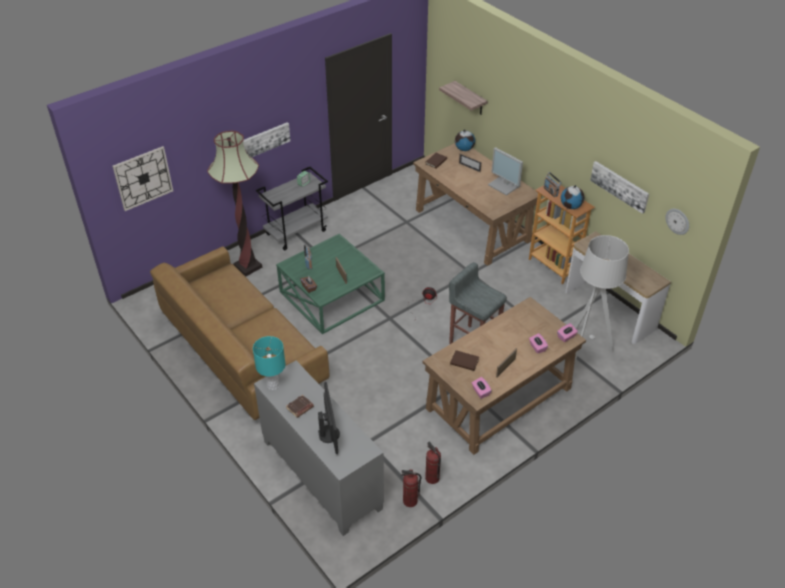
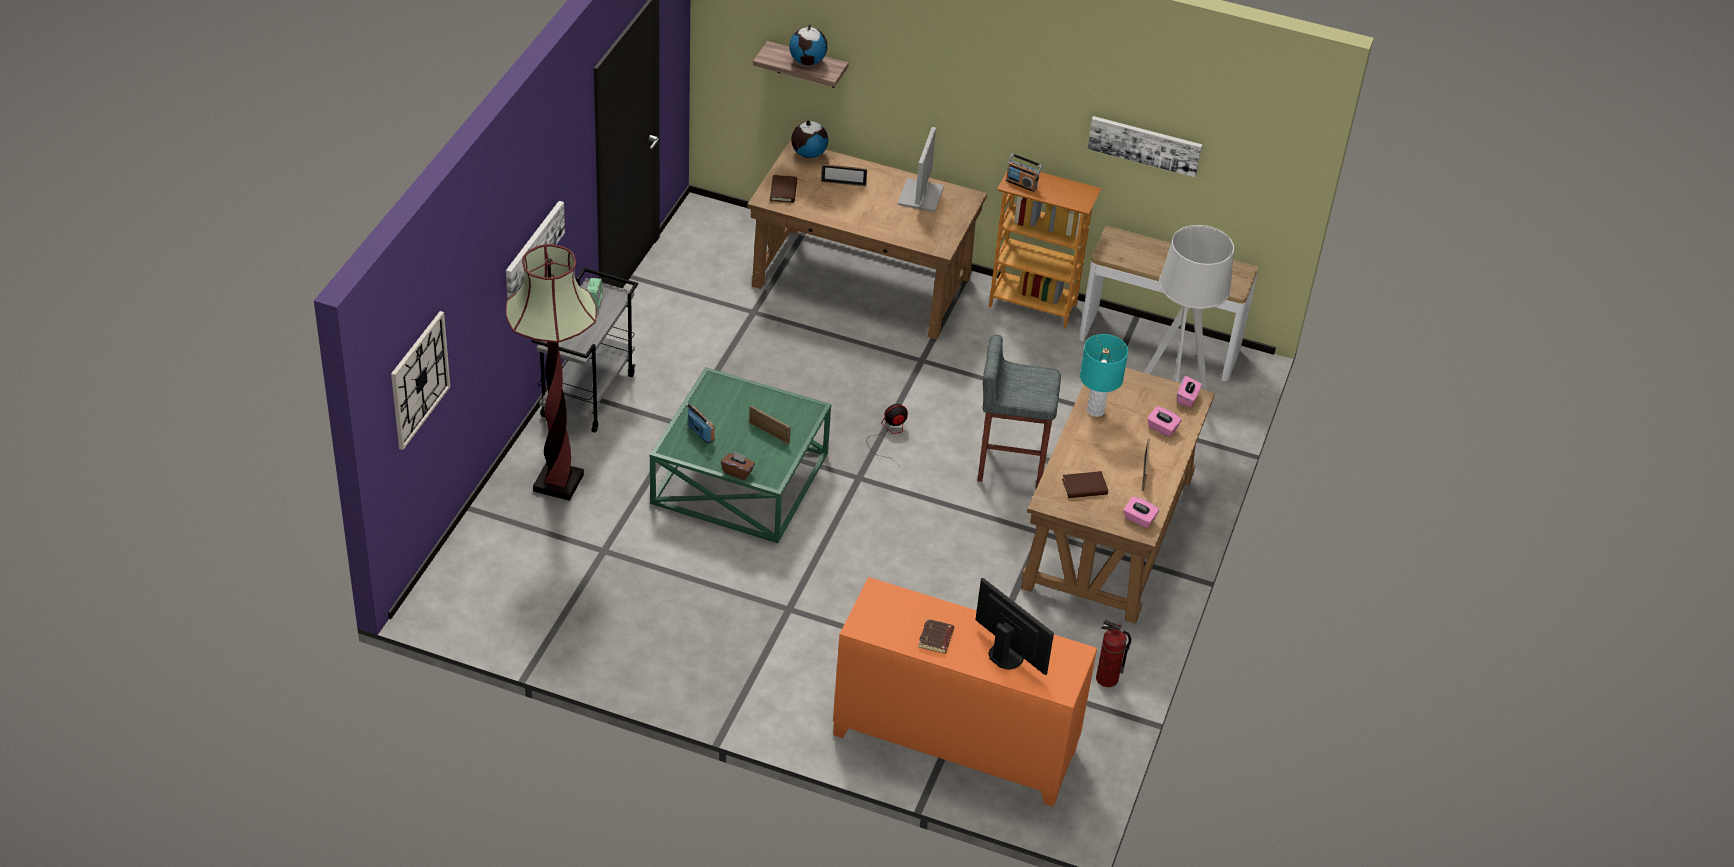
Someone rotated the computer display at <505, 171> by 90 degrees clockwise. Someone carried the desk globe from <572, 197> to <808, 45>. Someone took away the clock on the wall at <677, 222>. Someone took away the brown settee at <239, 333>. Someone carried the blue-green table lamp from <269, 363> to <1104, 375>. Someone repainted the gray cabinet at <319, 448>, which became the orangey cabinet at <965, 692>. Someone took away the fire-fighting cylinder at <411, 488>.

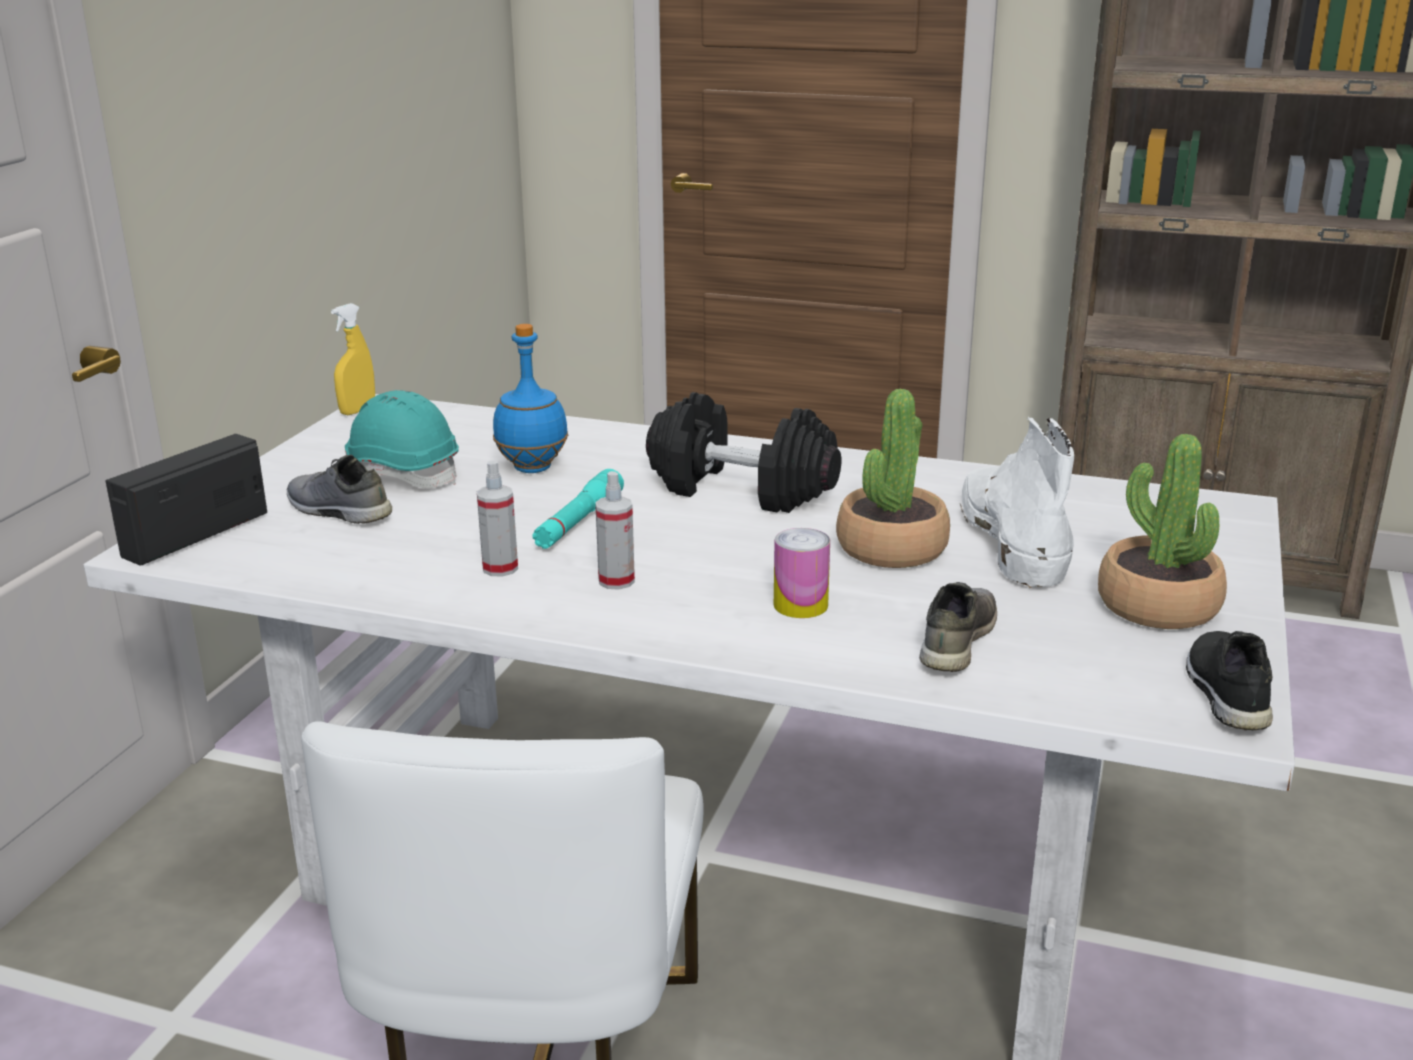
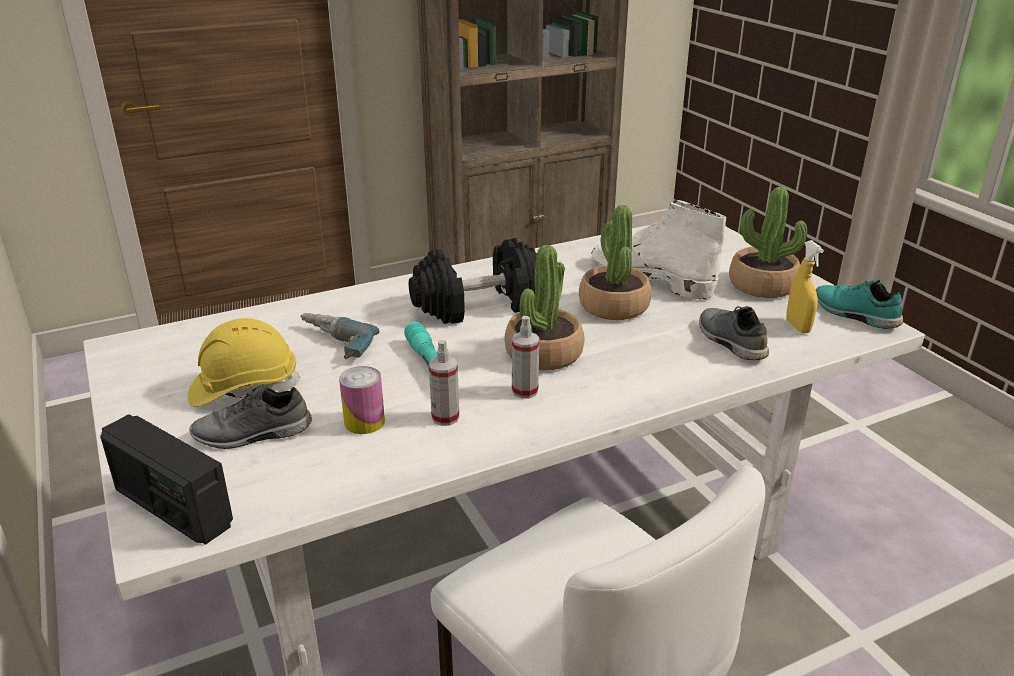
Someone carried the yellow-coloured spray bottle from <353, 359> to <805, 287>. Someone swapped the bluish beverage bottle at <530, 398> for the drill at <339, 336>. Someone repainted the blue-green safety helmet at <402, 439>, which became the yellow-coloured safety helmet at <244, 362>. Someone rotated the radio set at <186, 500> by 45 degrees counterclockwise. Someone carried the metal can from <802, 573> to <362, 400>. Someone repainted the blackish item of footwear at <1229, 680>, which became the blue-green item of footwear at <859, 304>. Someone put down the potted plant at <544, 307>.

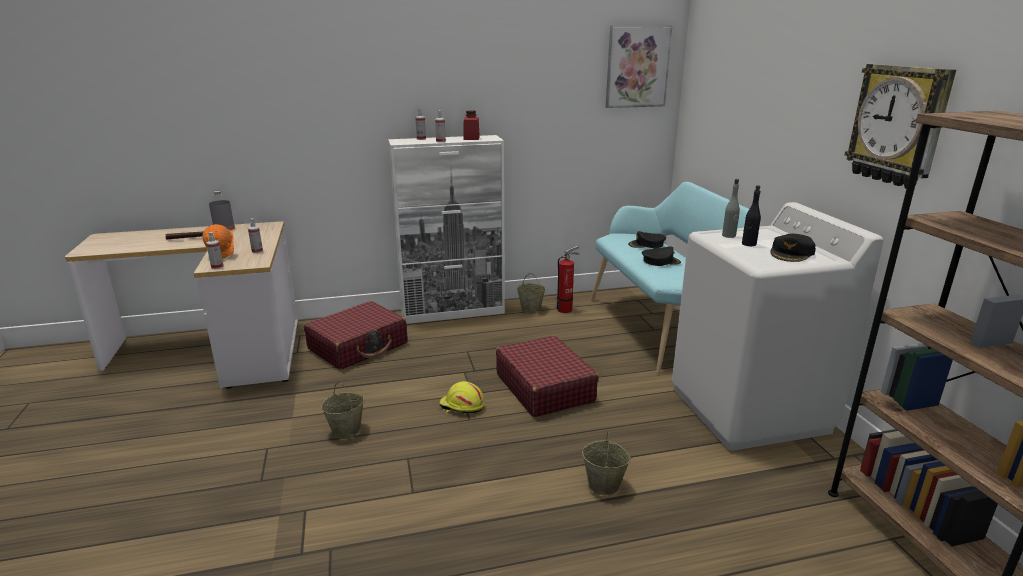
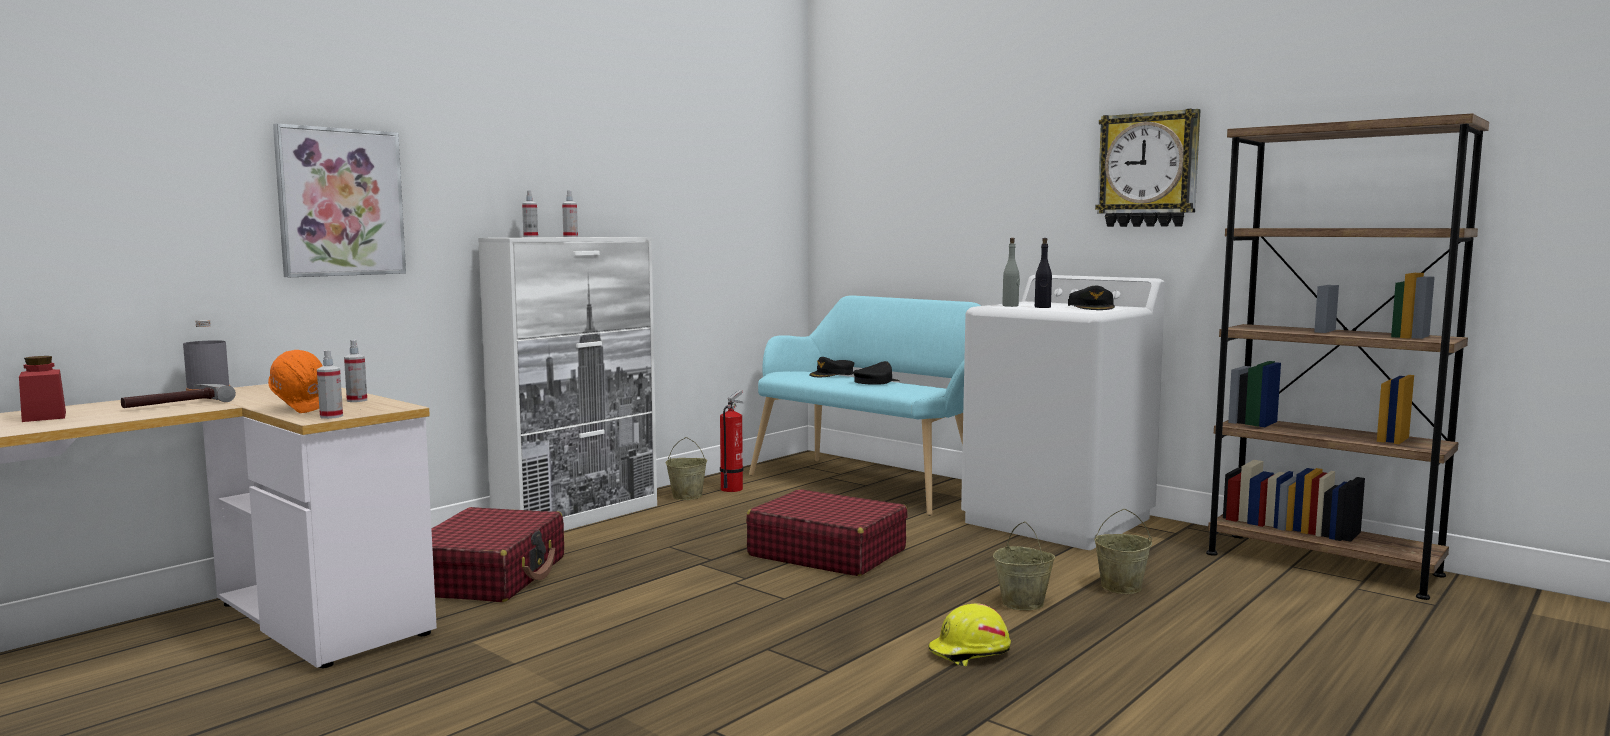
Someone carried the wall picture from <639, 66> to <339, 200>. Someone carried the red preserve jar from <472, 125> to <42, 389>. Someone carried the yellow-coloured safety helmet from <462, 397> to <970, 634>. Someone carried the beige bucket from <342, 410> to <1123, 551>.

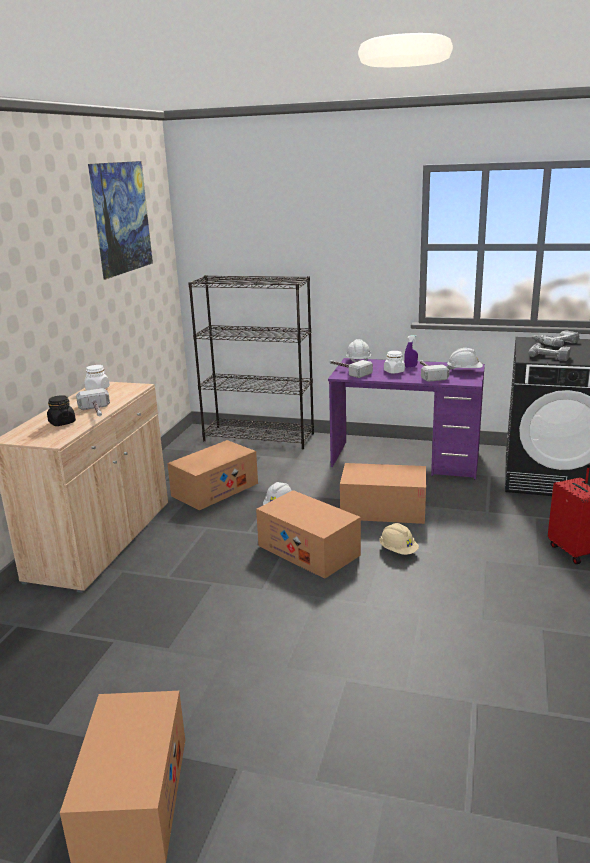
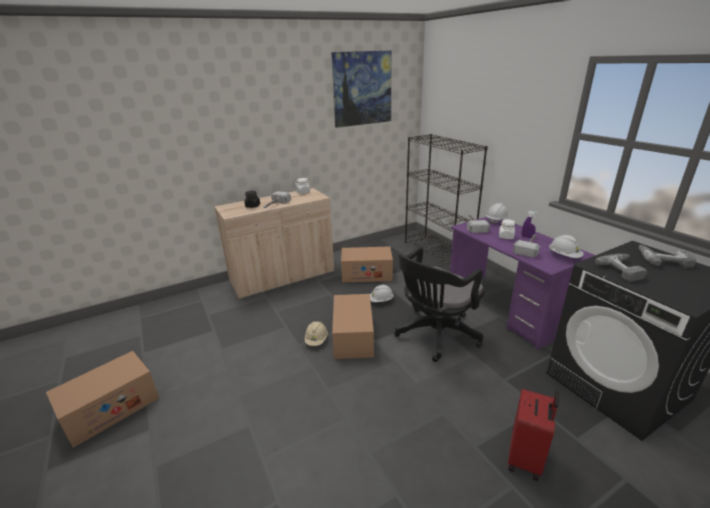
Someone swapped the packing box at <383, 493> for the blackish computer chair at <439, 304>. Someone carried the beige safety helmet from <399, 539> to <316, 333>.

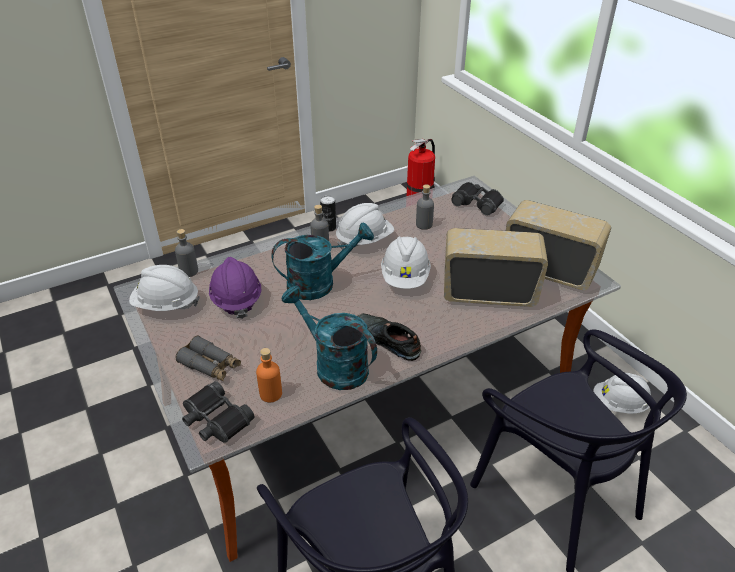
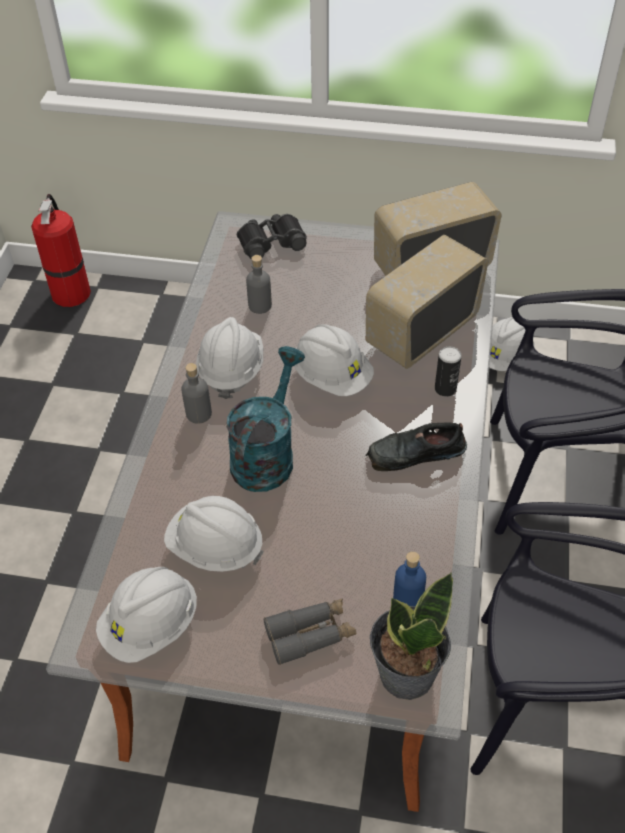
Someone carried the metal can from <328, 213> to <448, 371>. Someone took away the gray beverage bottle at <186, 253>. Someone repainted the purple safety helmet at <235, 288>, which became the whitish safety helmet at <214, 534>. Someone took away the blue-green watering can at <329, 338>. Someone repainted the orangey beverage bottle at <269, 375>, which became the bluish beverage bottle at <409, 579>. Someone swapped the blackish binoculars at <218, 412> for the potted plant at <411, 636>.

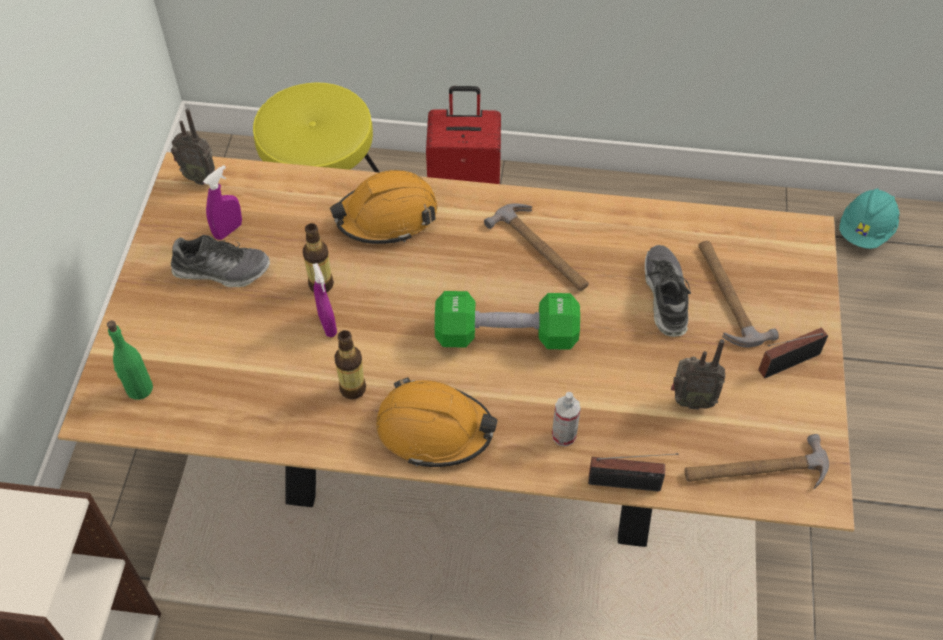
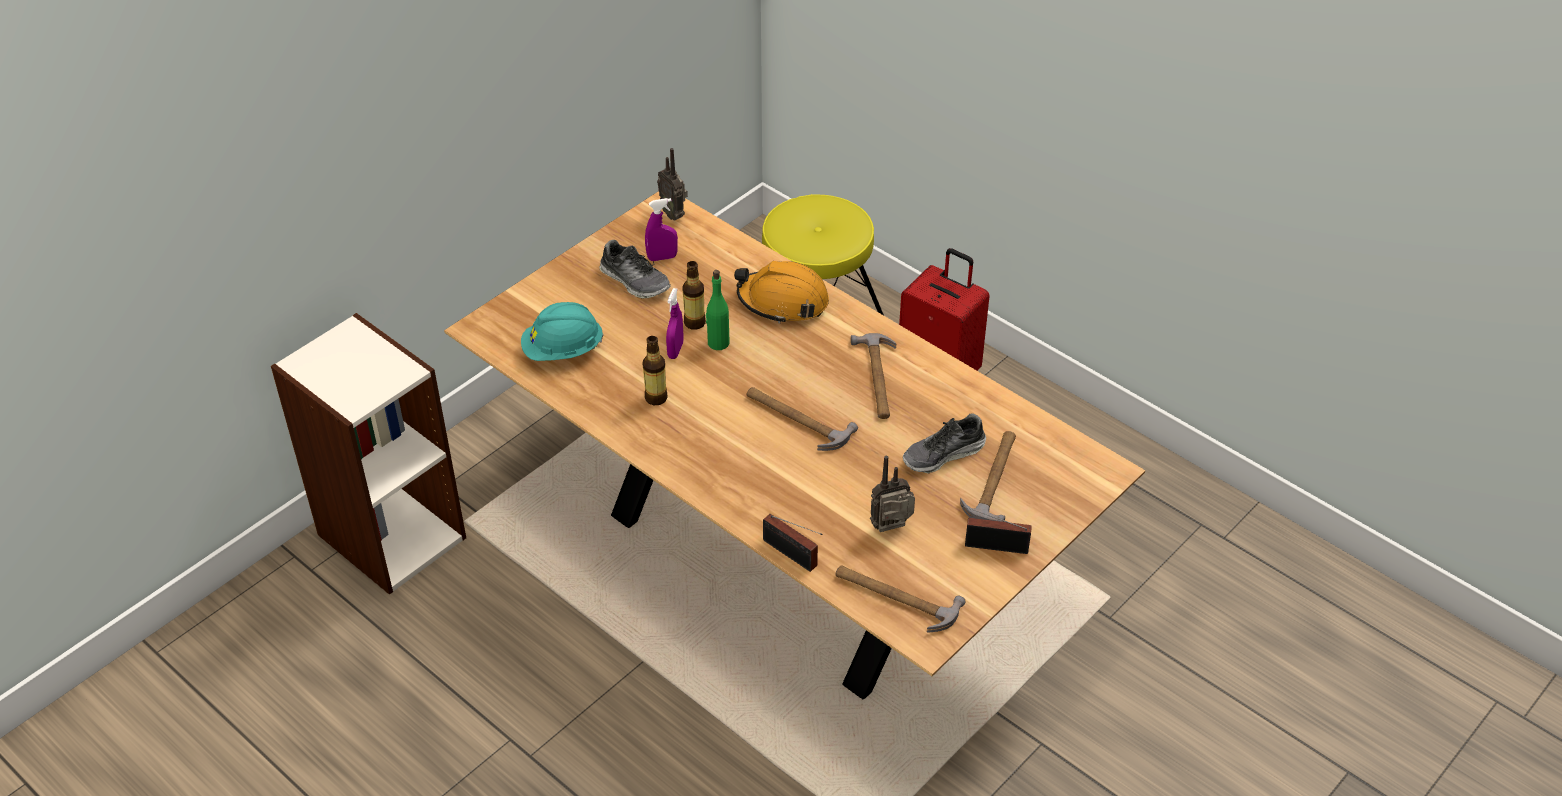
Someone carried the blue-green safety helmet from <869, 219> to <562, 331>. Someone rotated the item of footwear at <668, 291> by 150 degrees counterclockwise. Someone swapped the green free weight at <507, 320> for the hammer at <802, 419>. Someone carried the green beverage bottle from <130, 360> to <718, 310>. Someone rotated the radio set at <698, 374> by 120 degrees clockwise. Someone took away the orangey safety helmet at <437, 422>. Someone took away the spray bottle at <566, 419>.

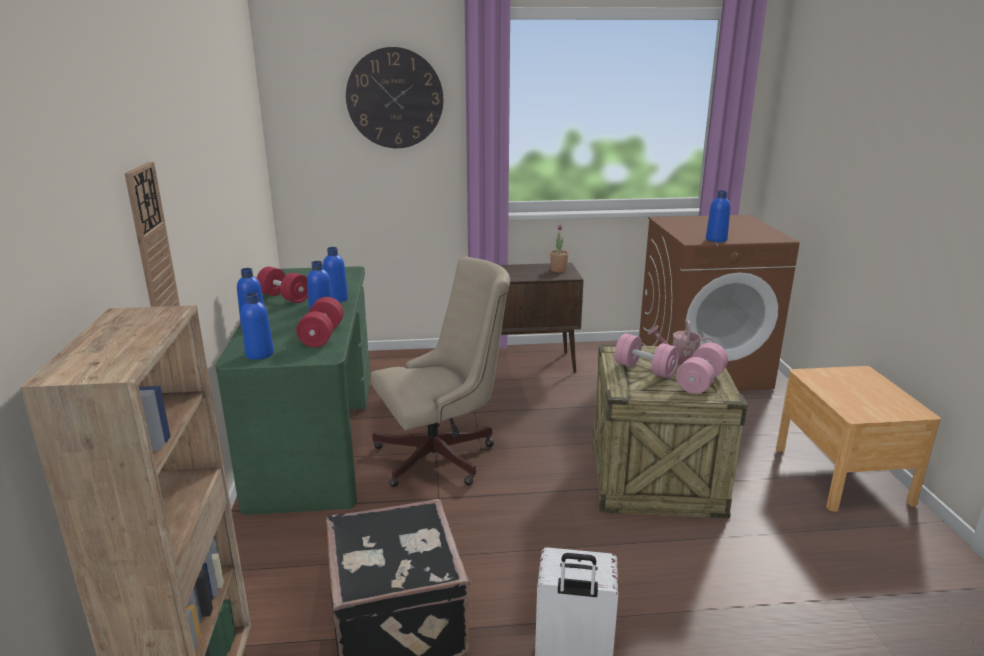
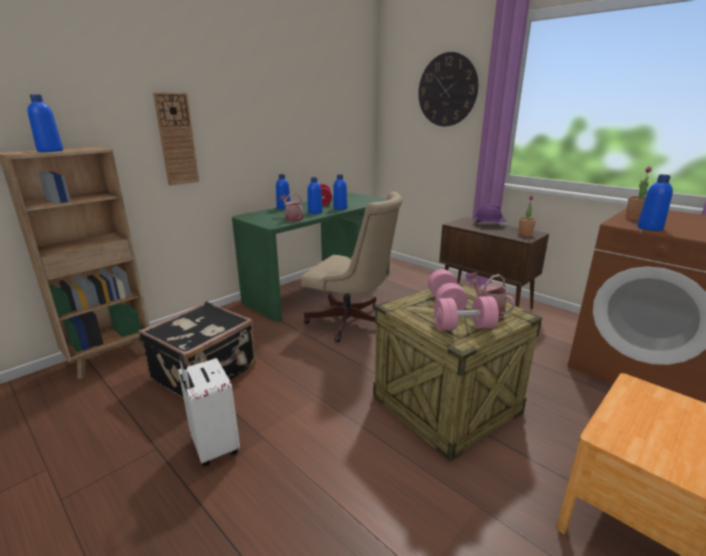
Someone carried the bluish beverage bottle from <257, 326> to <45, 123>. Someone swapped the red free weight at <320, 322> for the watering can at <291, 207>. Someone put down the potted plant at <638, 193>. Someone put down the purple safety helmet at <489, 214>.

